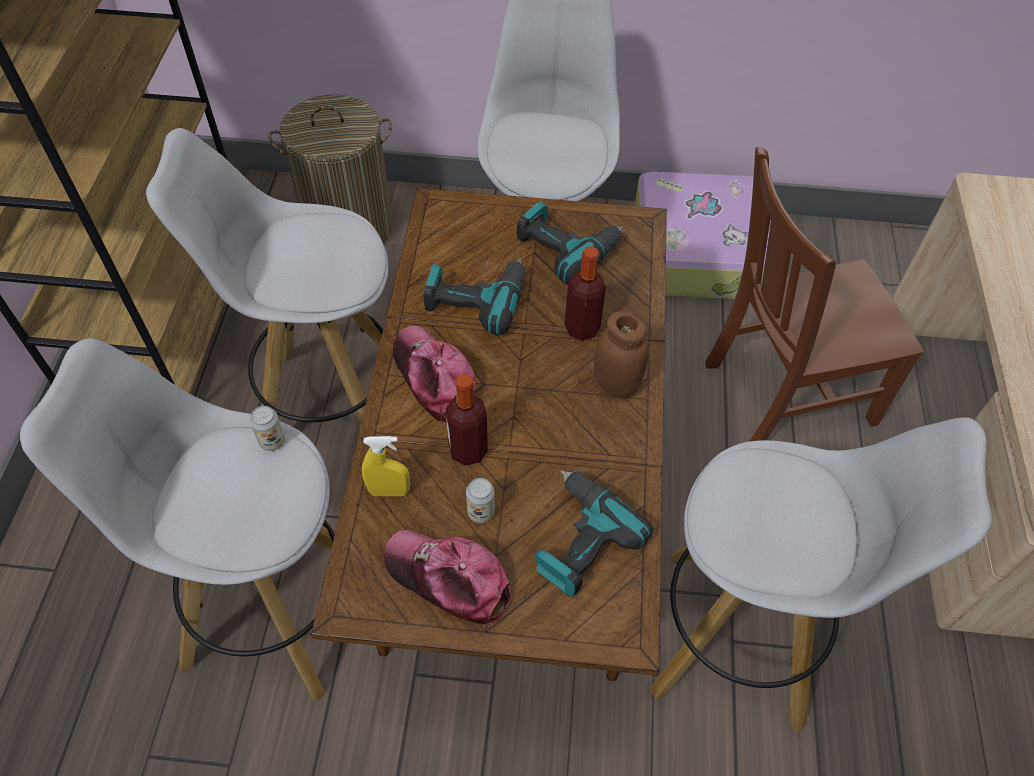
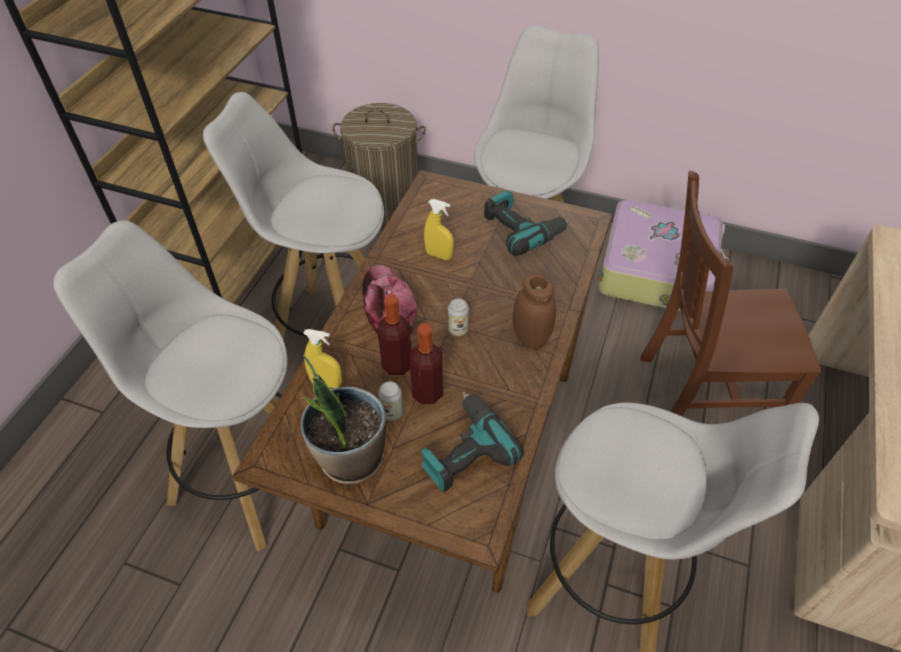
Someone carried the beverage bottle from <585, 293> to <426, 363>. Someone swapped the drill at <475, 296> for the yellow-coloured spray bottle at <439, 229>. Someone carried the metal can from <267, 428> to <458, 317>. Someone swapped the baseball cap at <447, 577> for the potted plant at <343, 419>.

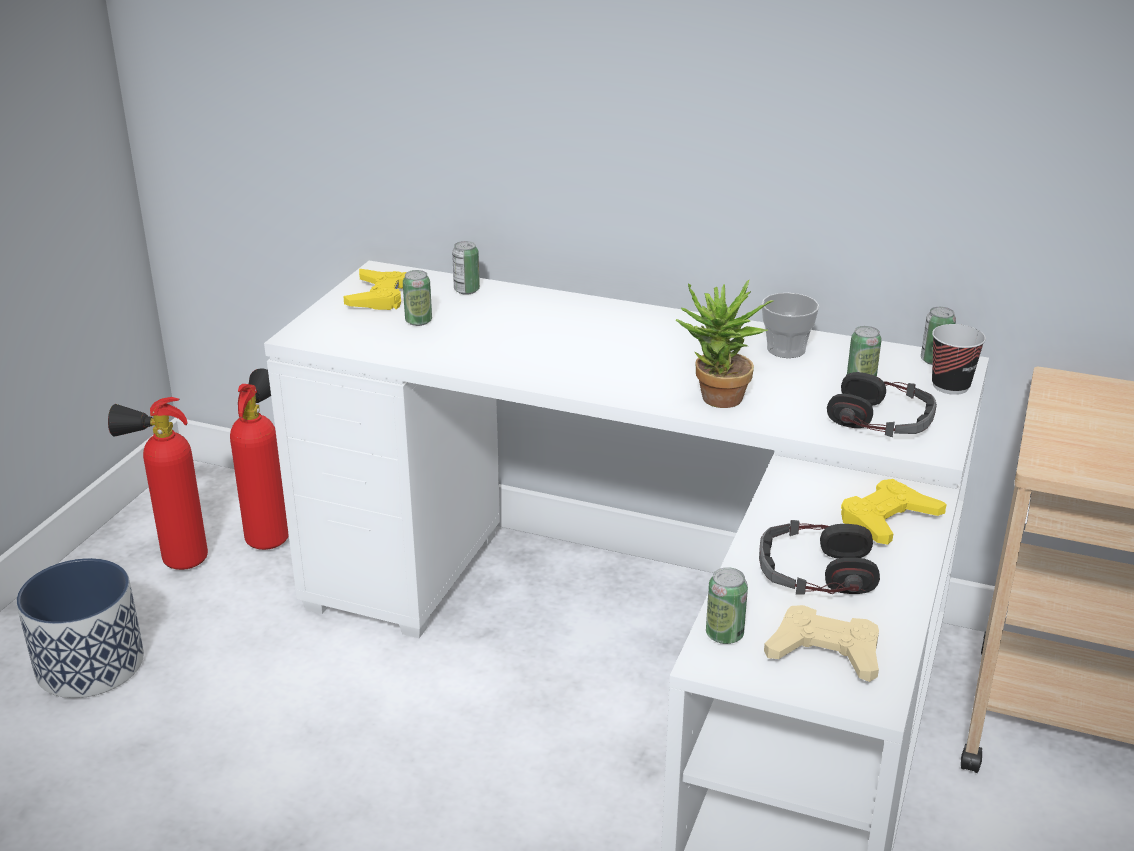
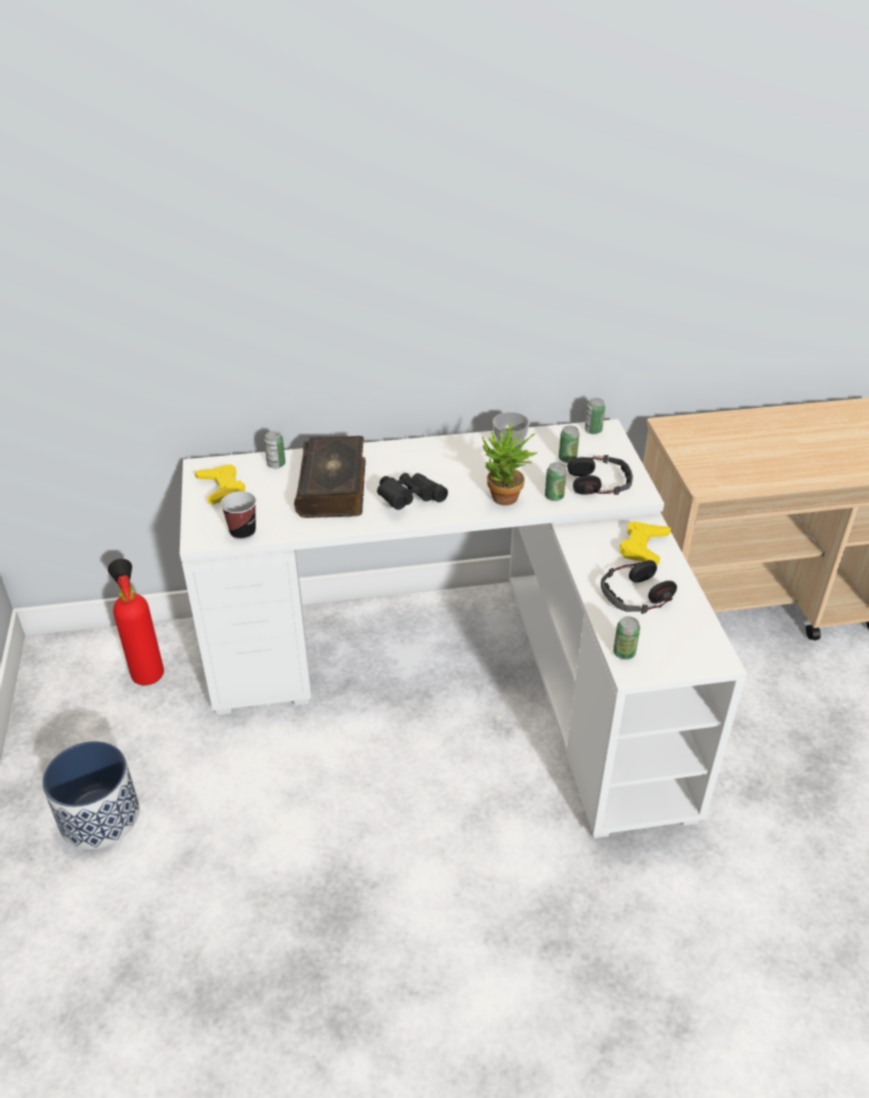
Someone carried the metal can from <417, 298> to <556, 481>. Someone carried the cup from <959, 359> to <238, 515>. Someone took away the fire-fighting cylinder at <158, 483>. Someone took away the beige gamepad at <821, 643>. Someone put down the bound book at <330, 477>. Someone put down the blackish binoculars at <412, 491>.

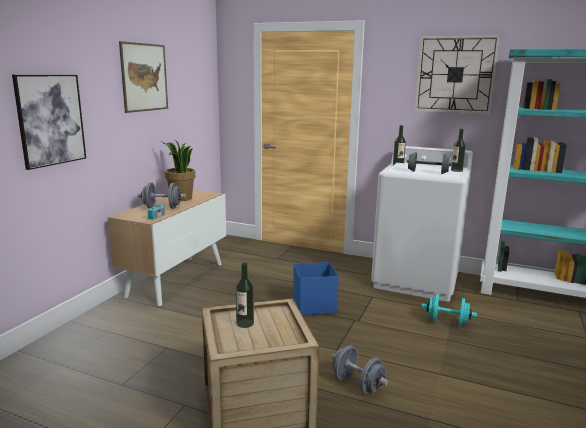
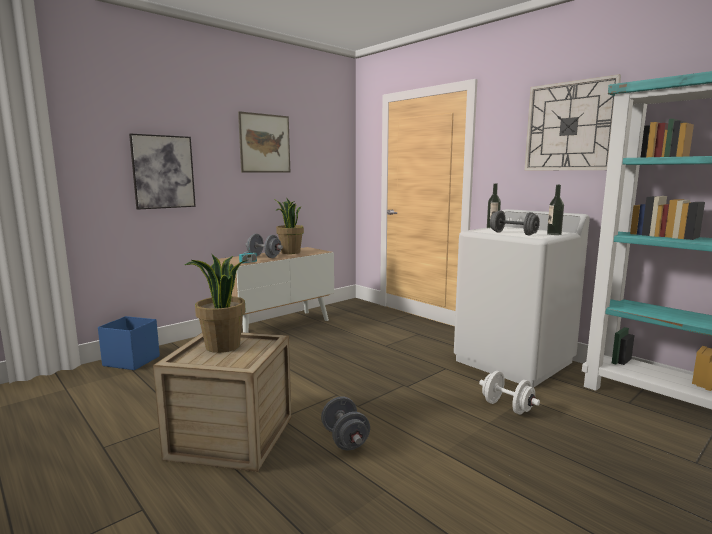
Someone swapped the beverage bottle at <245, 295> for the potted plant at <216, 303>. Someone carried the bluish storage box from <316, 289> to <129, 343>. Someone repainted the blue-green free weight at <449, 310>, which became the whitish free weight at <509, 393>.

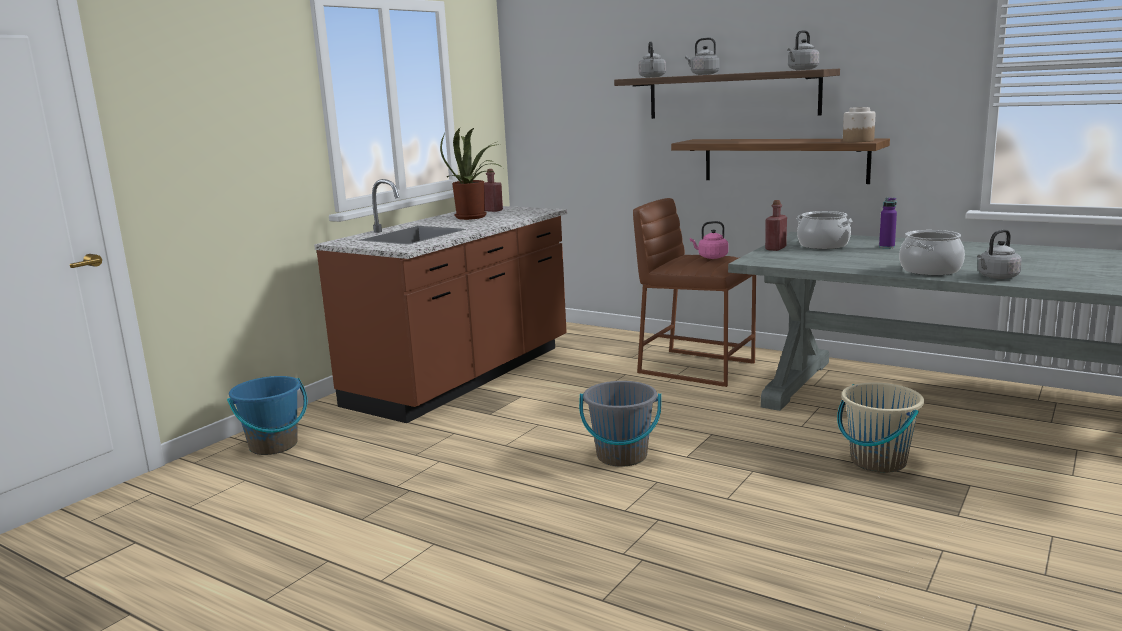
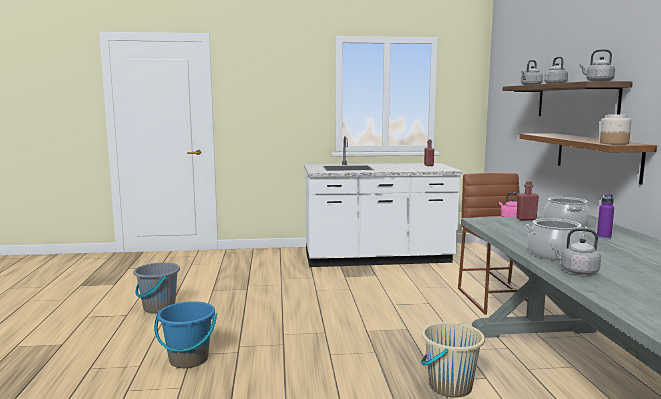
Someone took away the potted plant at <471, 173>. Someone repainted the brown kitchen counter at <440, 301>, which became the whitish kitchen counter at <383, 201>. Someone carried the bluish bucket from <267, 415> to <185, 334>. Someone carried the gray bucket from <620, 424> to <156, 288>.

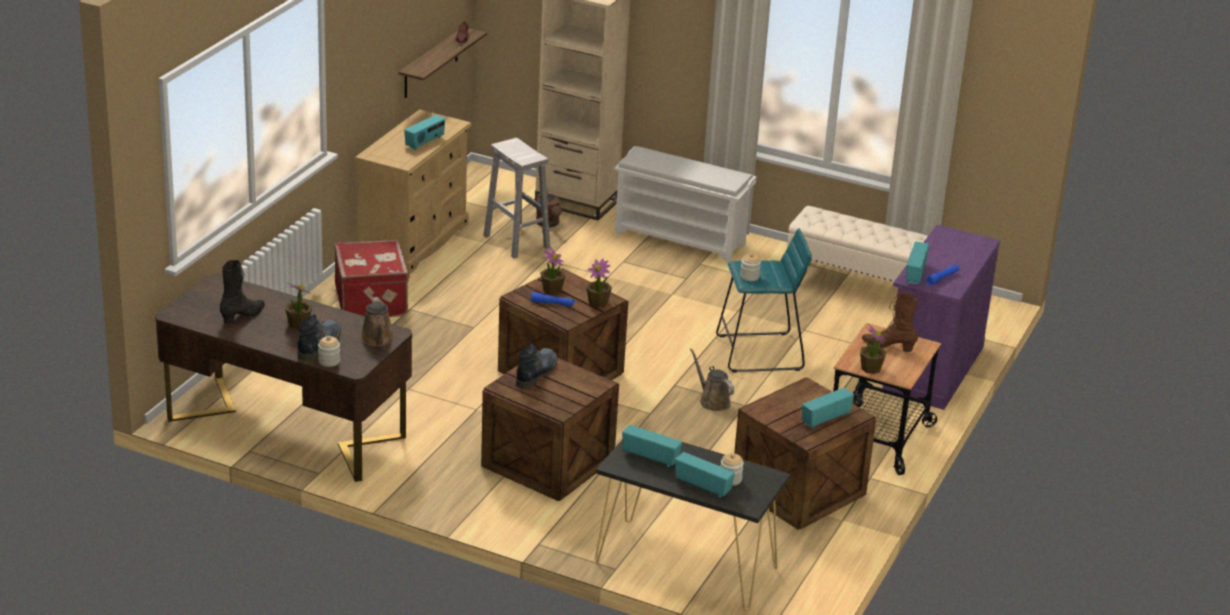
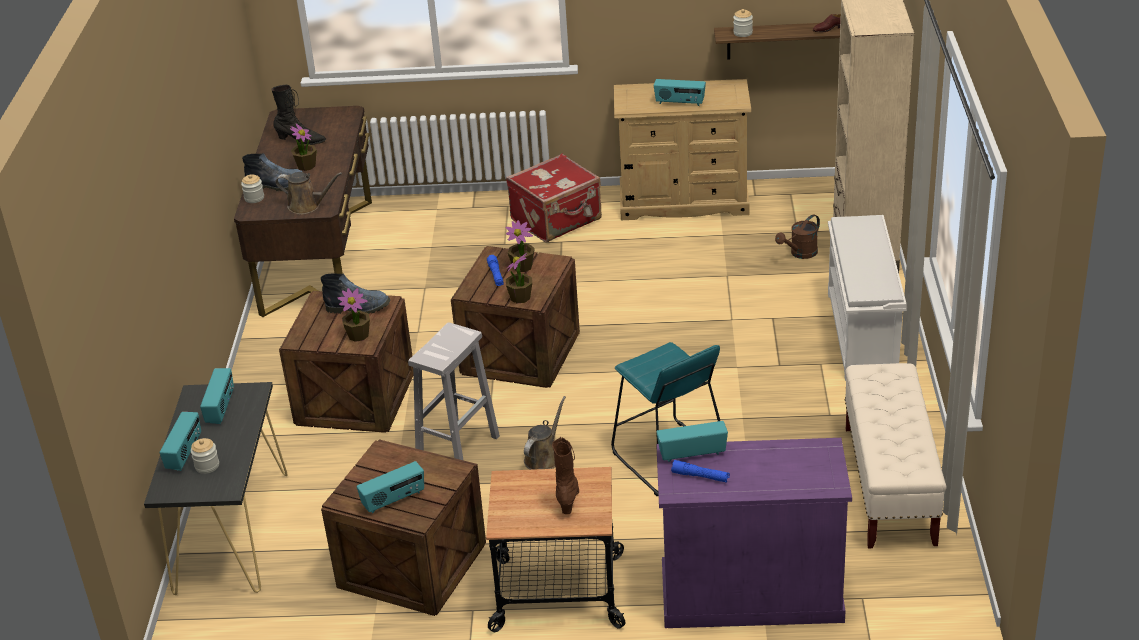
Someone carried the whitish stool from <516, 198> to <454, 391>. Someone carried the preserve jar from <750, 267> to <743, 23>. Someone rotated the brown watering can at <378, 321> by 135 degrees counterclockwise. Someone carried the potted plant from <873, 349> to <353, 315>. Someone rotated the radio set at <828, 408> by 120 degrees clockwise.

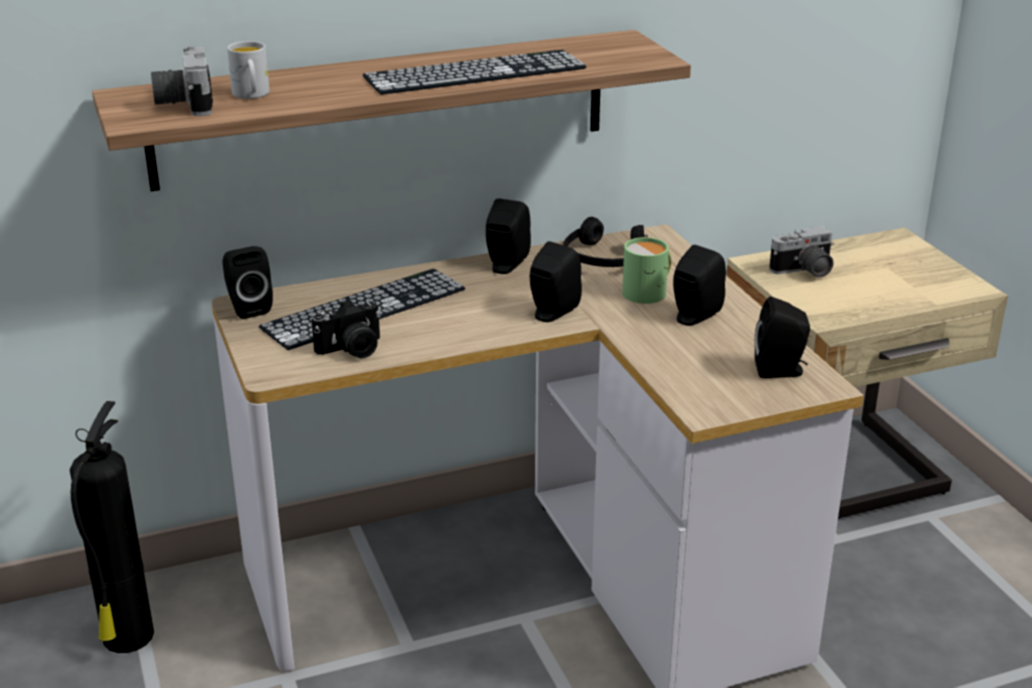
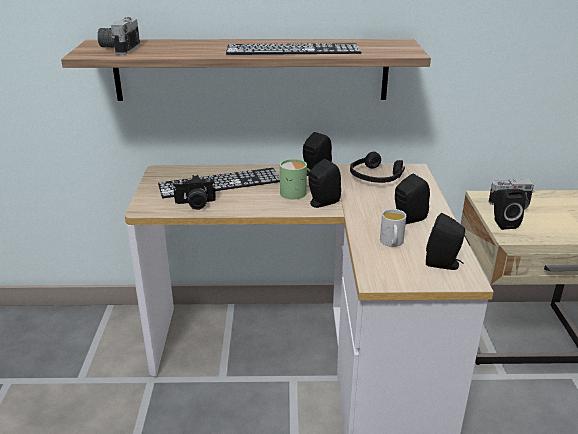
Someone carried the whitish coffee mug from <248, 70> to <393, 228>. Someone carried the green coffee mug from <647, 270> to <295, 179>. Someone carried the blackish audio speaker from <247, 282> to <510, 209>. Someone took away the fire-fighting cylinder at <112, 527>.

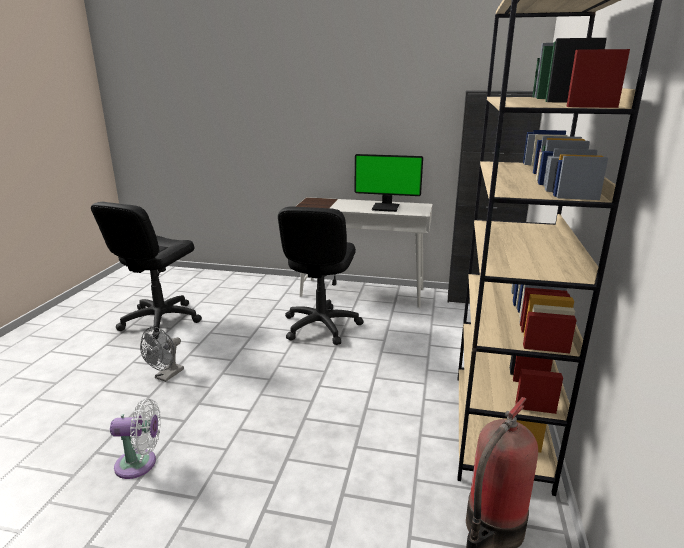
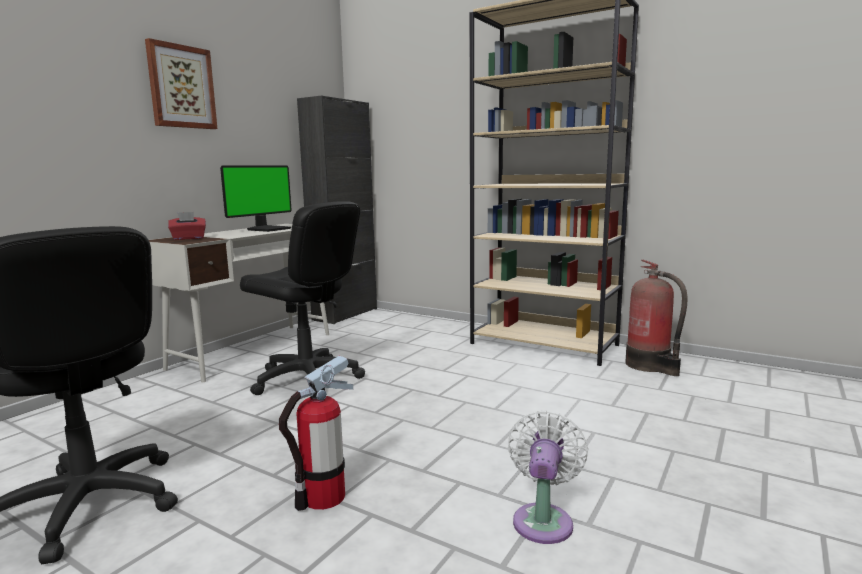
Someone swapped the gray cooling fan at <162, 354> for the fire-fighting cylinder at <316, 433>. Someone put up the wall picture at <181, 83>. Someone put down the red tissue box at <187, 226>.

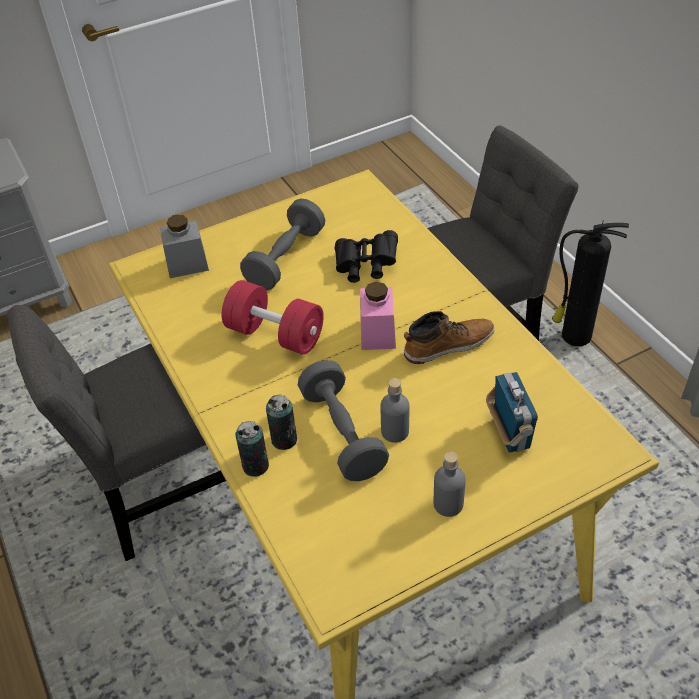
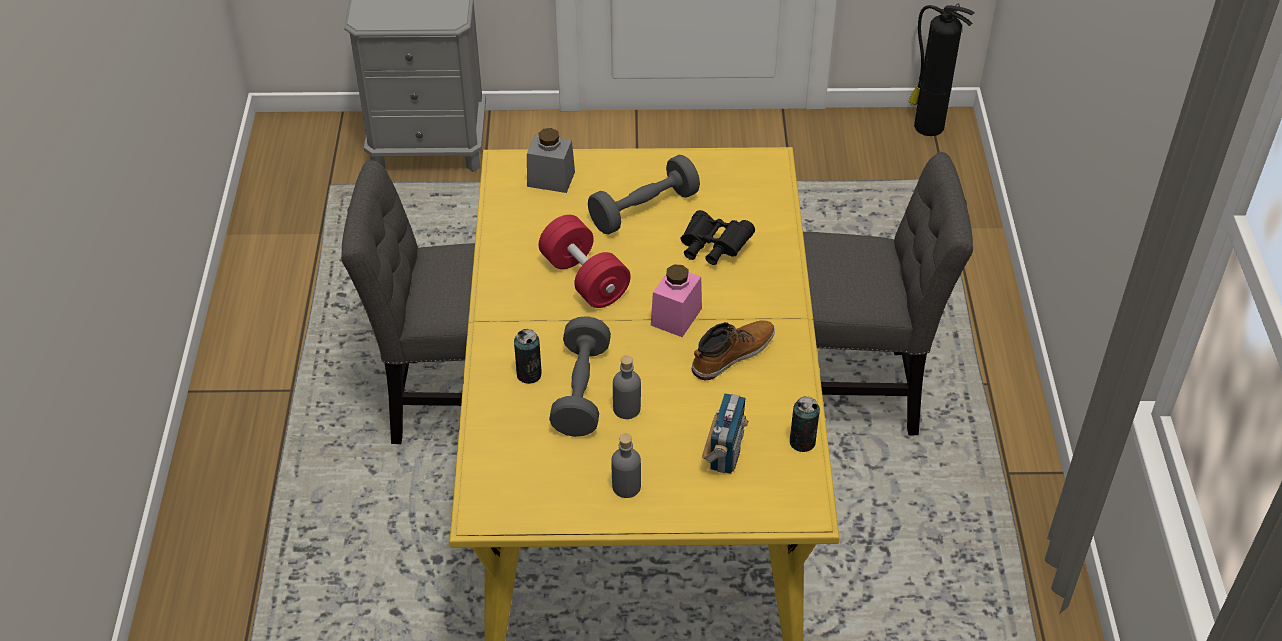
Someone carried the fire-fighting cylinder from <590, 283> to <942, 70>. Someone rotated the high-top boot at <449, 337> by 45 degrees counterclockwise. Someone carried the metal can from <252, 449> to <805, 424>.

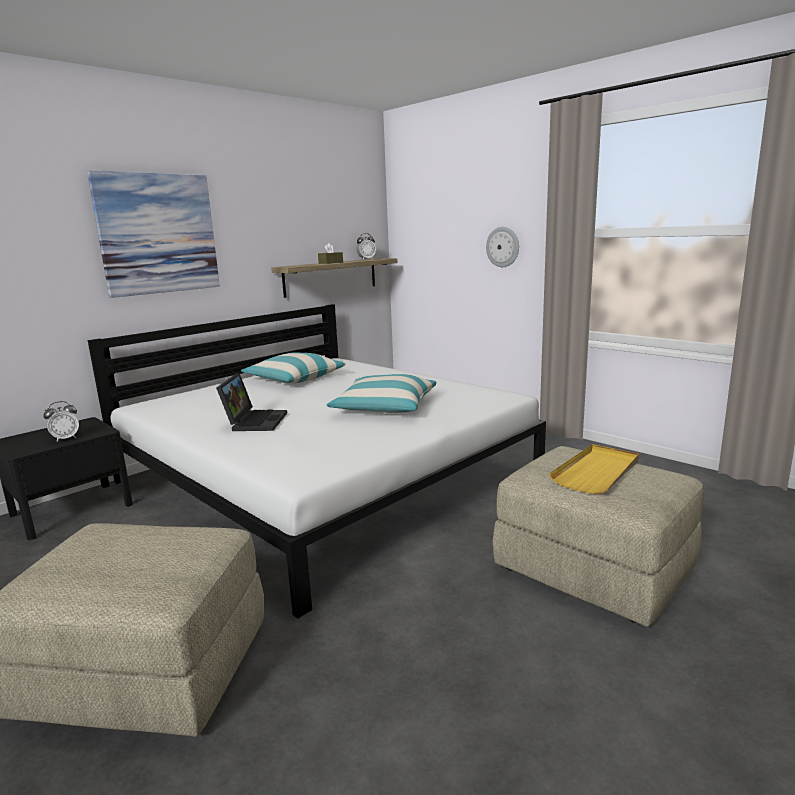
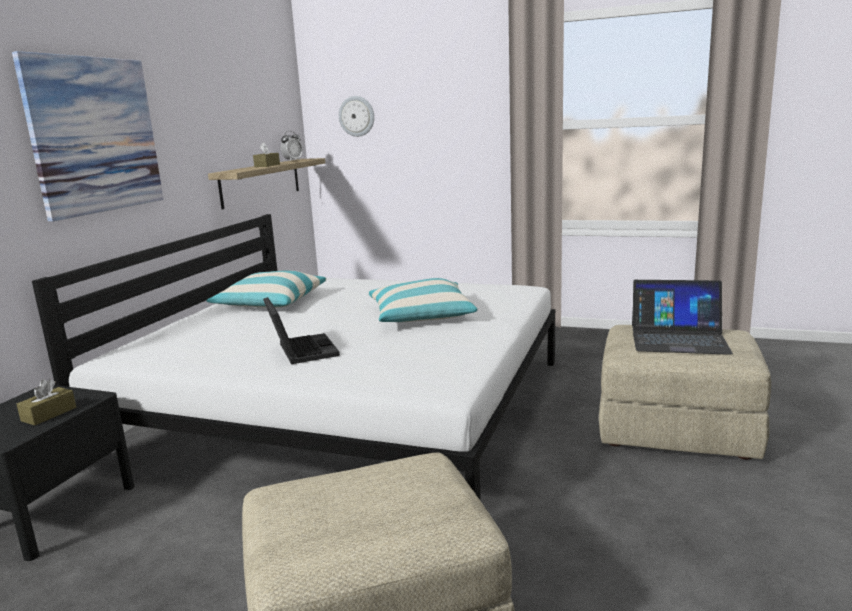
Someone carried the clock on the wall from <502, 247> to <356, 116>. Someone swapped the alarm clock at <61, 421> for the brown tissue box at <46, 402>. Someone swapped the yellow-coloured carrying tray at <594, 469> for the notebook computer at <682, 317>.

